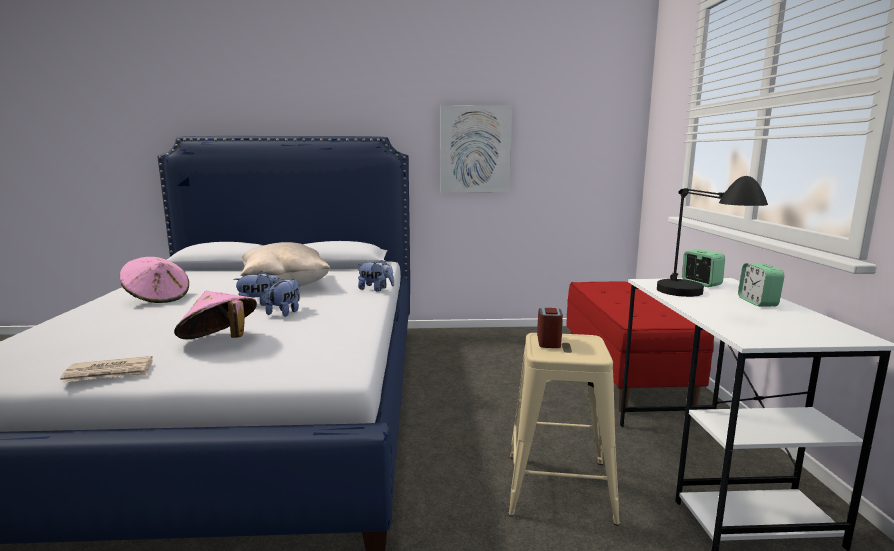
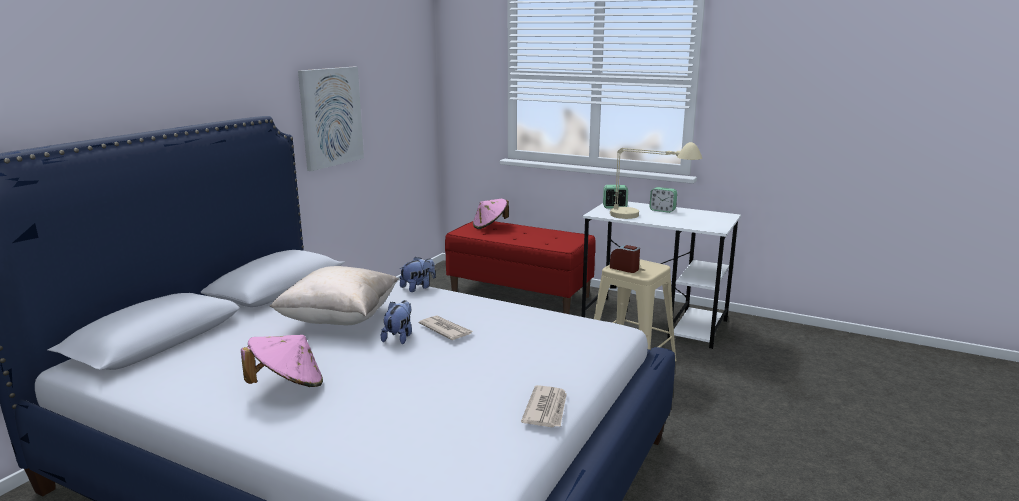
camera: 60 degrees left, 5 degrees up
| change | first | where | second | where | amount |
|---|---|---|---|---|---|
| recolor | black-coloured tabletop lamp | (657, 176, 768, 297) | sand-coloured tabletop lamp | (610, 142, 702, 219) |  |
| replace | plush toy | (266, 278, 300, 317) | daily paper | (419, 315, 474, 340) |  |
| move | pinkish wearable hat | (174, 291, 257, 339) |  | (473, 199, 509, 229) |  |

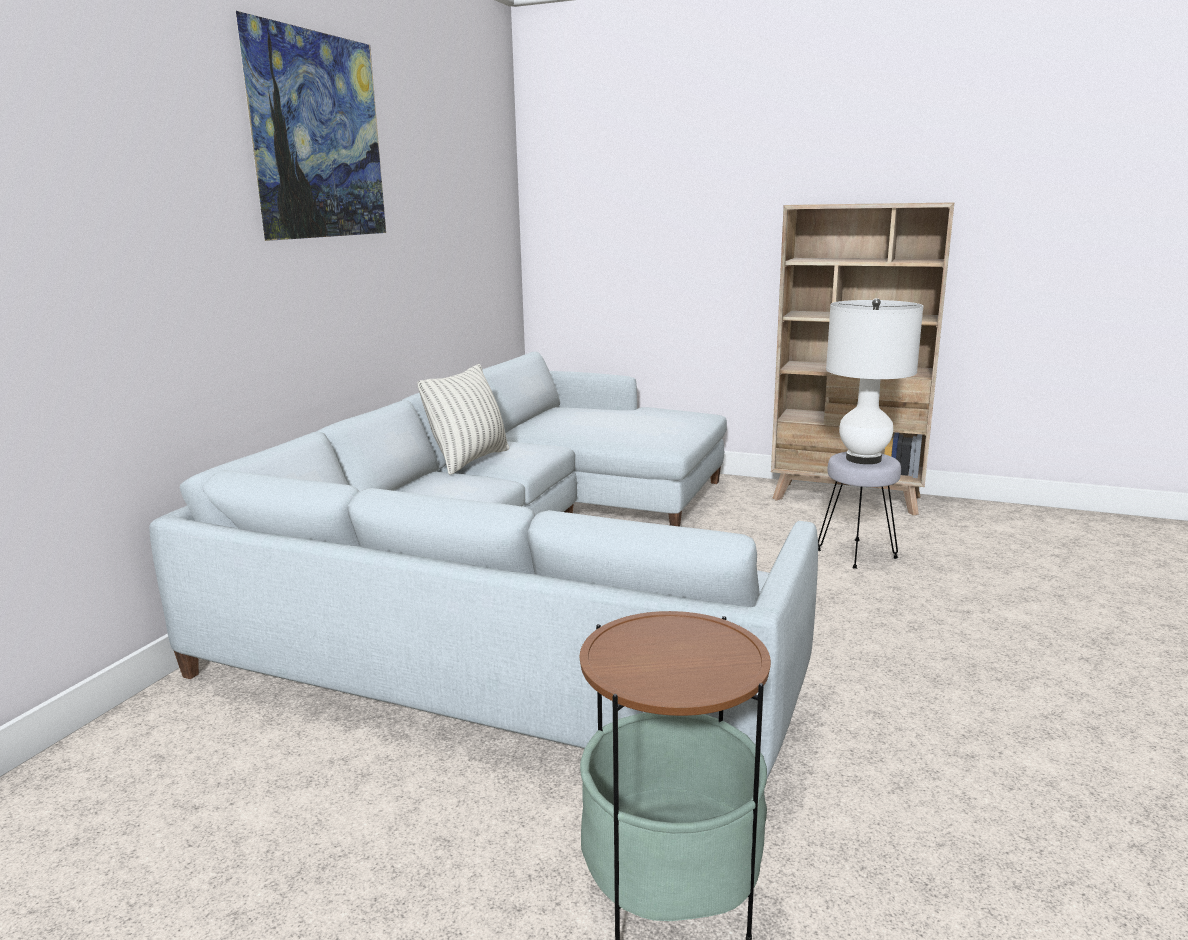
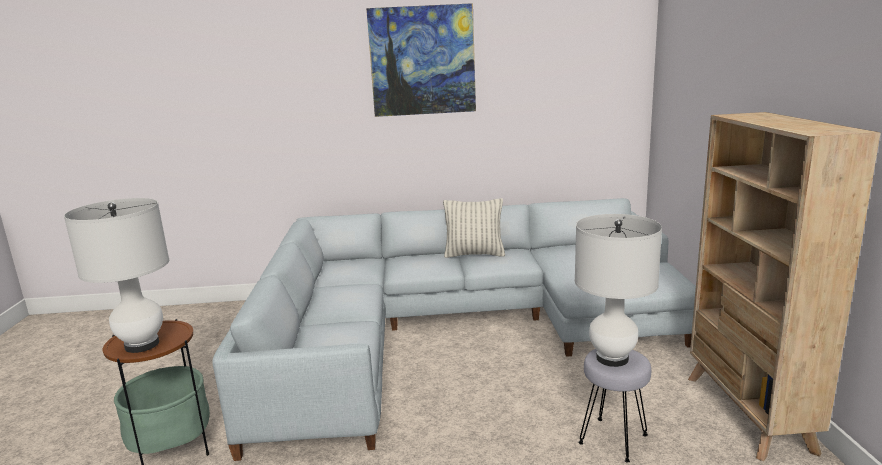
camera: 65 degrees right, 0 degrees up
| change | first | where | second | where | amount |
|---|---|---|---|---|---|
| insert |  |  | white tabletop lamp | (64, 198, 169, 353) |  |

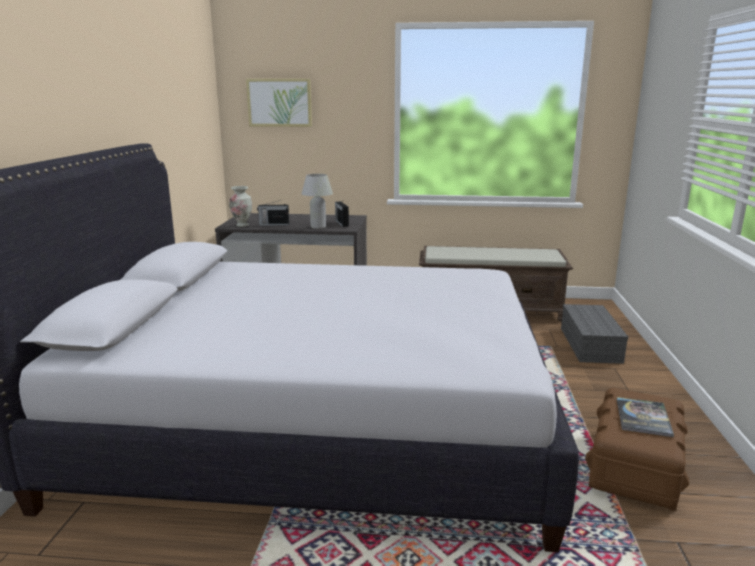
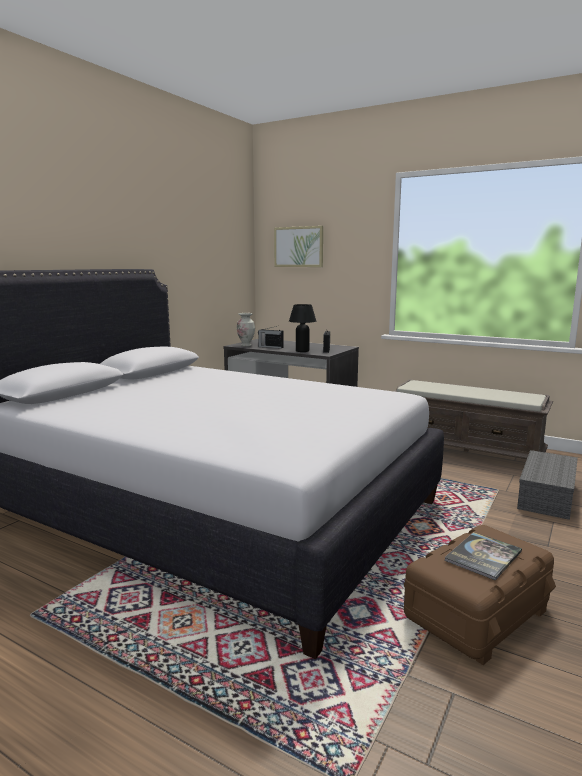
camera: 25 degrees right, 5 degrees down
| change | first | where | second | where | amount |
|---|---|---|---|---|---|
| recolor | white tabletop lamp | (302, 174, 333, 229) | black-coloured tabletop lamp | (289, 304, 316, 352) |  |

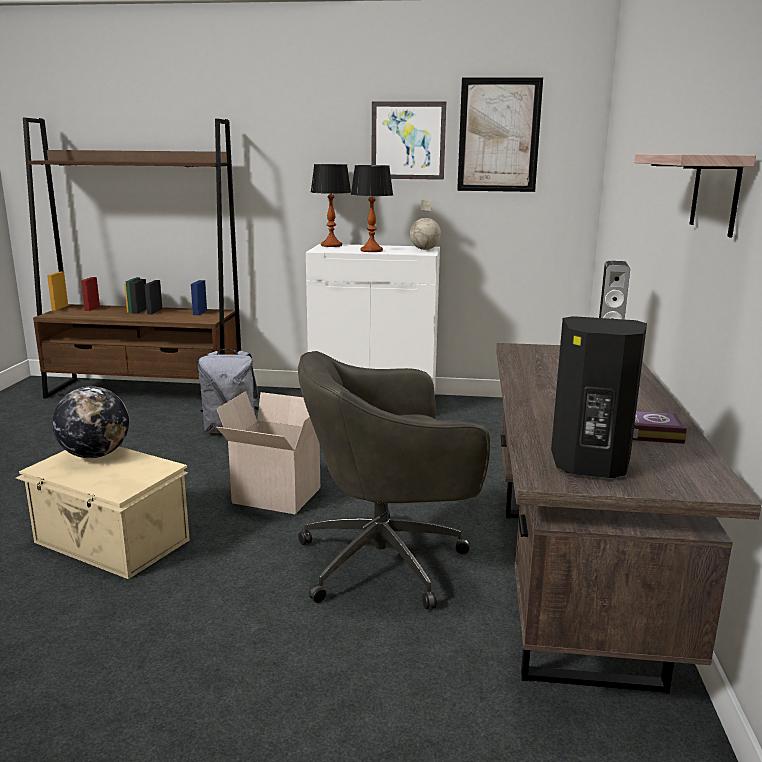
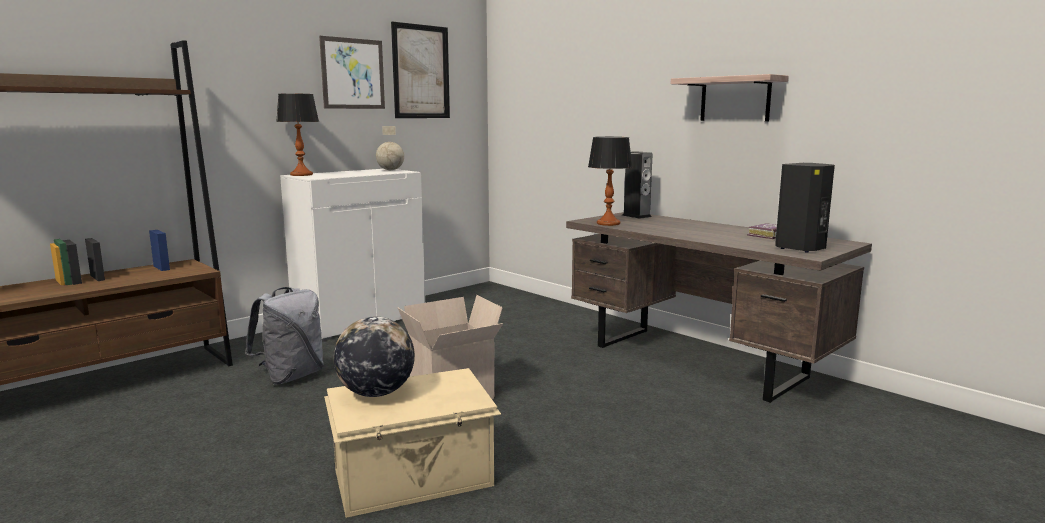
camera: 50 degrees left, 5 degrees down
| change | first | where | second | where | amount |
|---|---|---|---|---|---|
| move | tabletop lamp | (351, 165, 393, 252) |  | (588, 137, 632, 226) |  |
| delete | gray computer chair | (298, 351, 490, 609) |  |  |  |

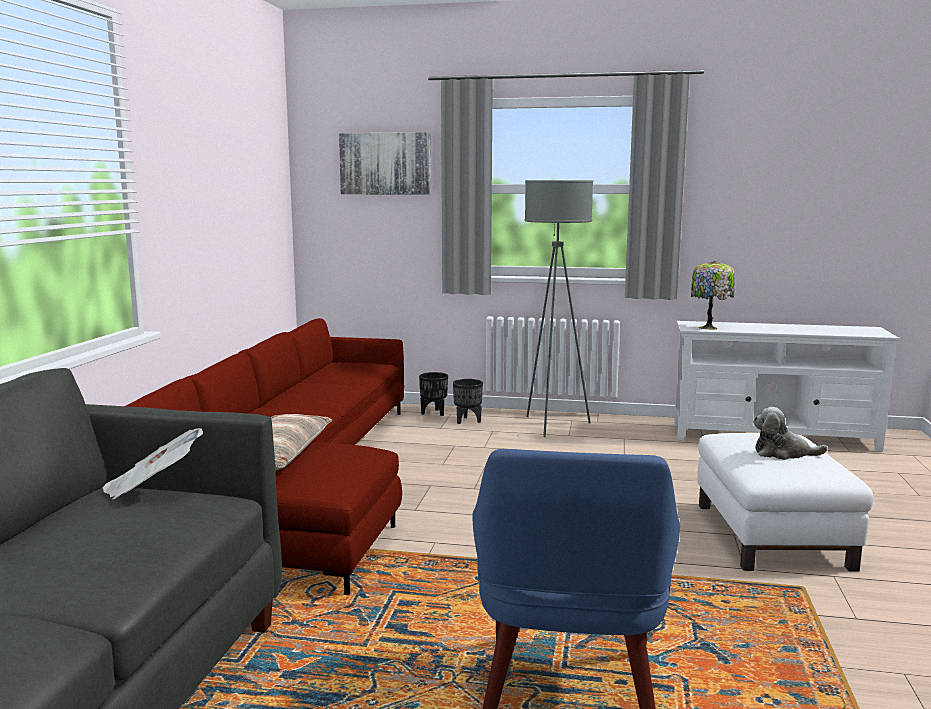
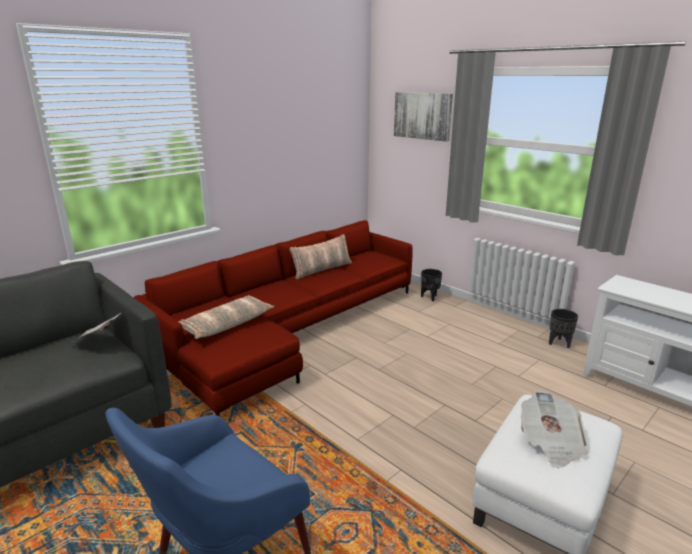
camera: 35 degrees right, 10 degrees up
| change | first | where | second | where | amount |
|---|---|---|---|---|---|
| delete | gray standard lamp | (525, 180, 593, 437) |  |  |  |
| delete | tabletop lamp | (691, 261, 735, 330) |  |  |  |
| move | black-coloured flower pot | (453, 379, 483, 424) |  | (549, 309, 578, 348) |  |
| replace | plush toy | (753, 407, 828, 460) | daily paper | (521, 390, 588, 468) |  |
| insert |  |  | pillow | (290, 234, 352, 279) |  |

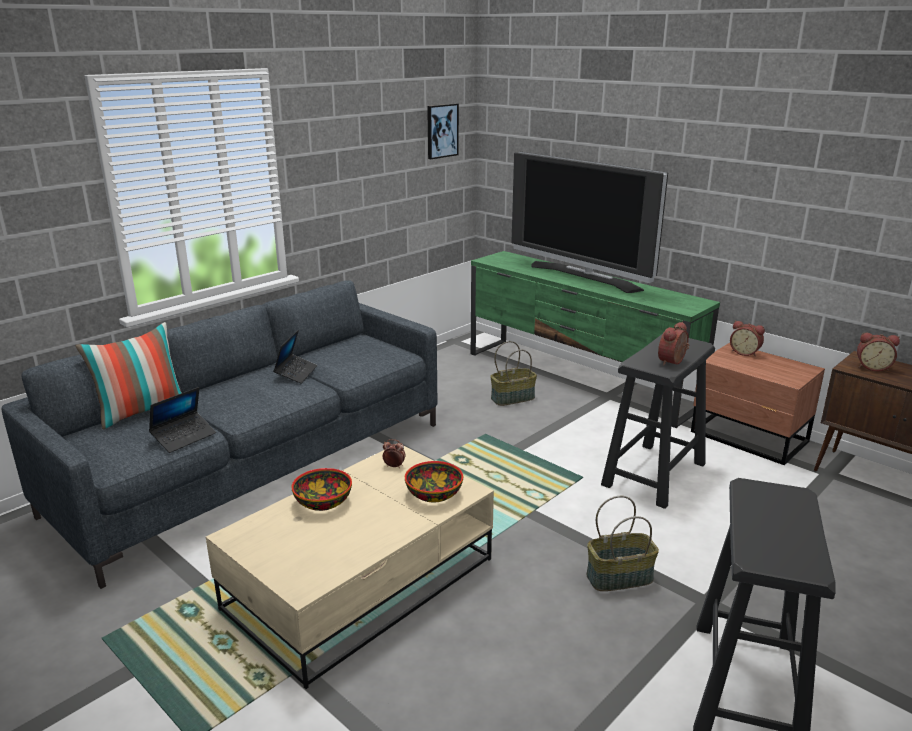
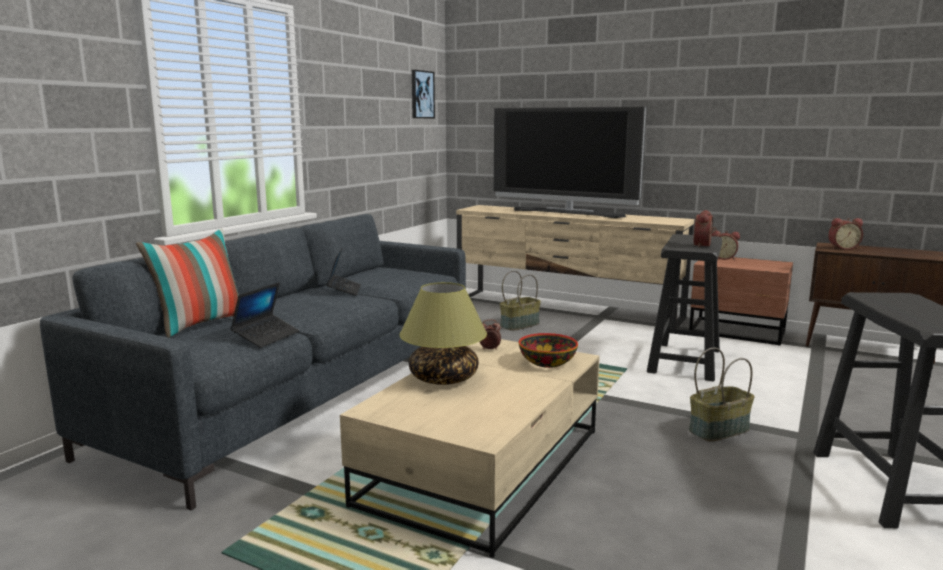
camera: 15 degrees left, 10 degrees down
| change | first | where | second | where | amount |
|---|---|---|---|---|---|
| recolor | green tv stand | (471, 251, 720, 428) | sand-coloured tv stand | (456, 205, 694, 329) |  |
| replace | bowl | (291, 468, 352, 511) | tabletop lamp | (400, 282, 487, 385) |  |

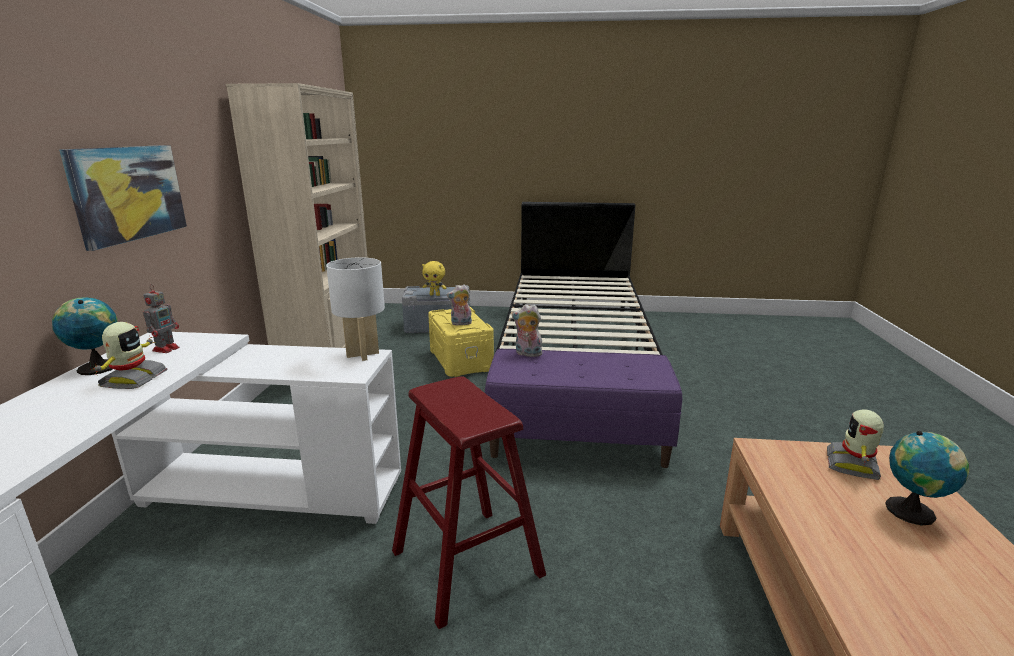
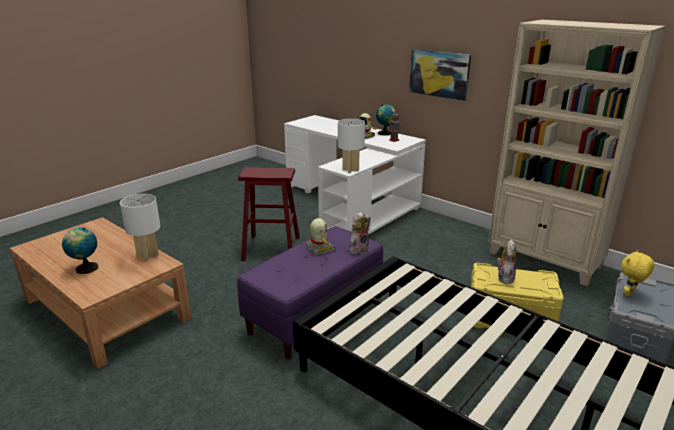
camera: 125 degrees right, 5 degrees up
| change | first | where | second | where | amount |
|---|---|---|---|---|---|
| move | toy robot | (827, 409, 884, 480) |  | (305, 218, 336, 255) |  |
| insert |  |  | white tabletop lamp | (120, 194, 160, 261) |  |

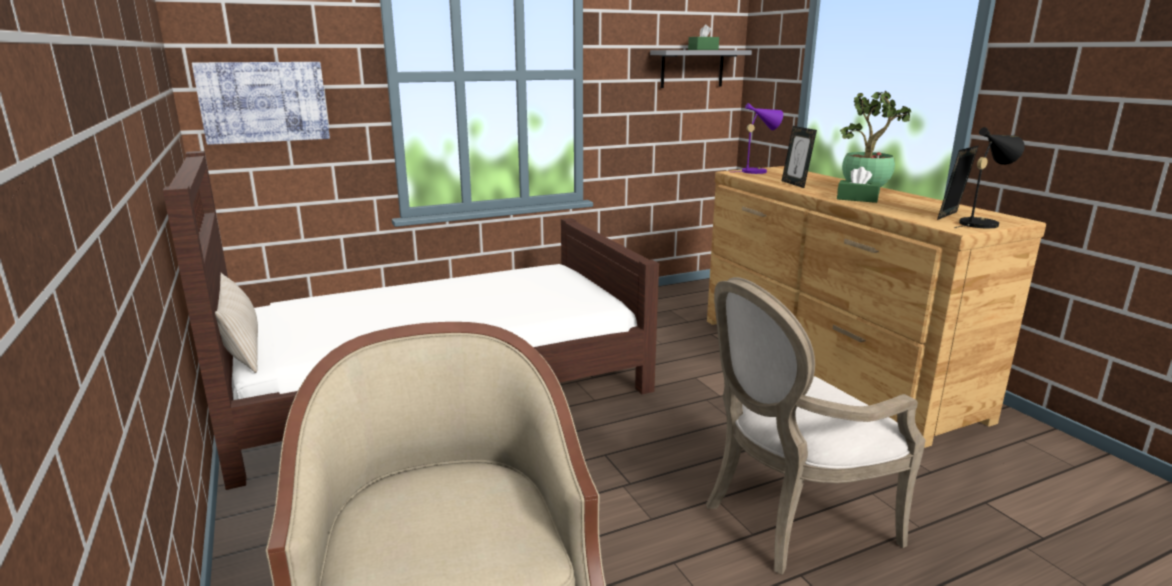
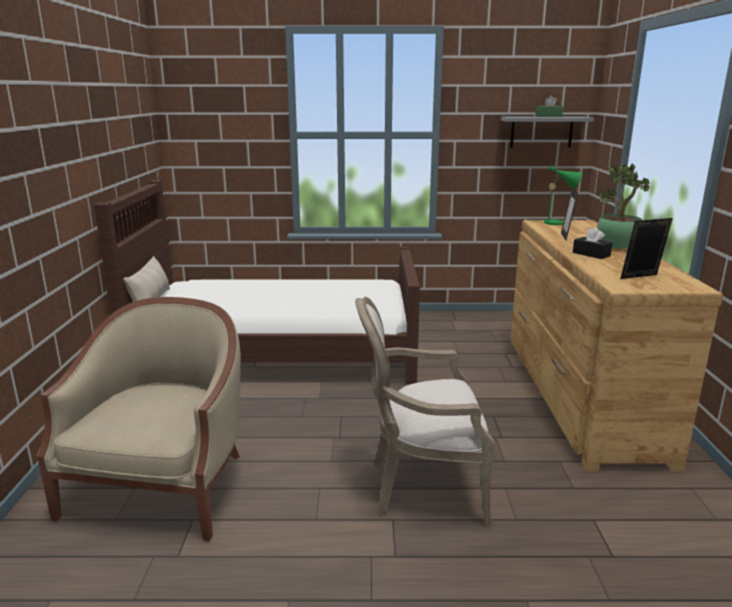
camera: 25 degrees right, 0 degrees up
| change | first | where | second | where | amount |
|---|---|---|---|---|---|
| delete | wall picture | (192, 62, 330, 145) |  |  |  |
| recolor | purple tabletop lamp | (736, 103, 783, 174) | green tabletop lamp | (531, 166, 582, 225) |  |
| delete | black-coloured tabletop lamp | (954, 127, 1025, 229) |  |  |  |
| recolor | green box of tissues | (837, 167, 880, 203) | black-coloured box of tissues | (573, 227, 612, 259) |  |

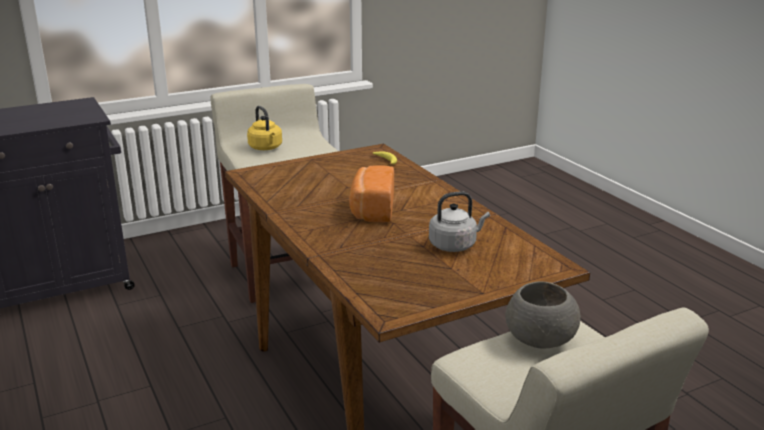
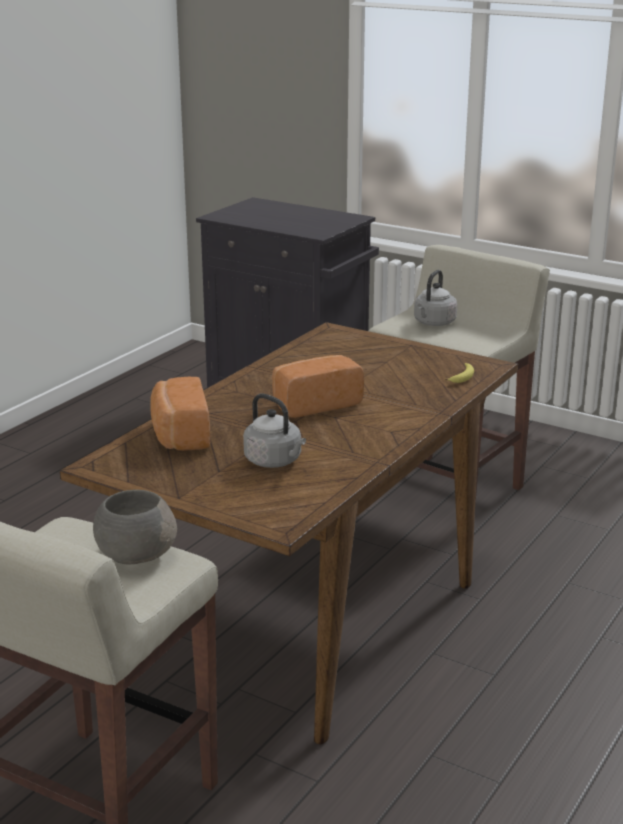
camera: 60 degrees right, 0 degrees up
| change | first | where | second | where | amount |
|---|---|---|---|---|---|
| recolor | yellow-coloured tea kettle | (247, 106, 282, 150) | gray tea kettle | (414, 270, 457, 326) |  |
| insert |  |  | bakery bread | (150, 377, 210, 451) |  |

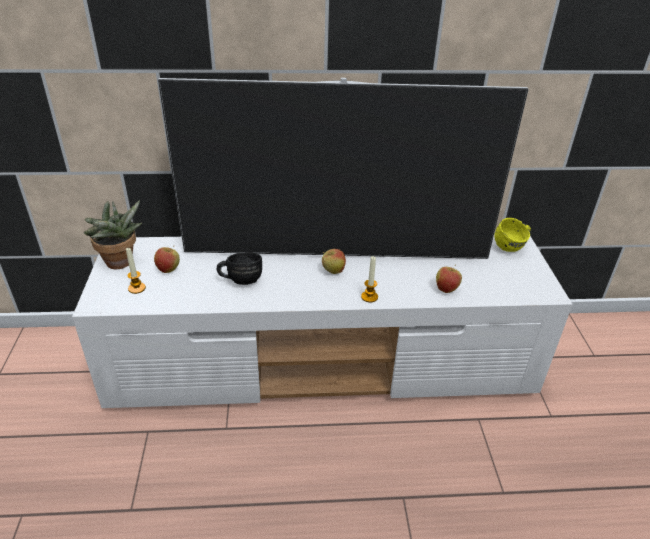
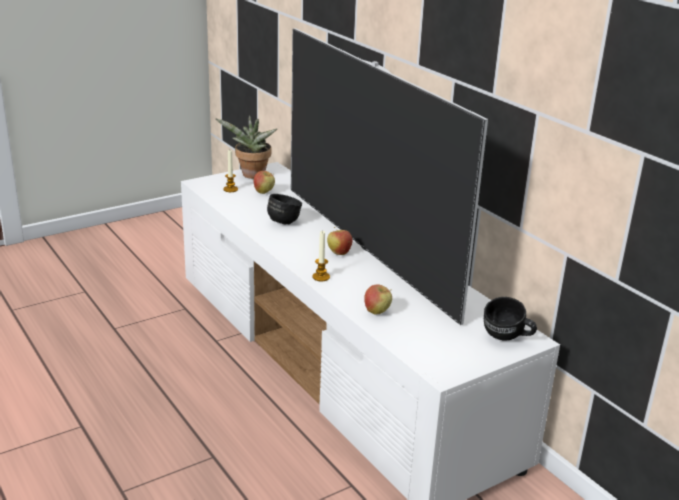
camera: 60 degrees right, 10 degrees down
| change | first | where | second | where | amount |
|---|---|---|---|---|---|
| recolor | yellow-coloured tea mug | (494, 218, 531, 252) | black-coloured tea mug | (484, 297, 537, 340) |  |

